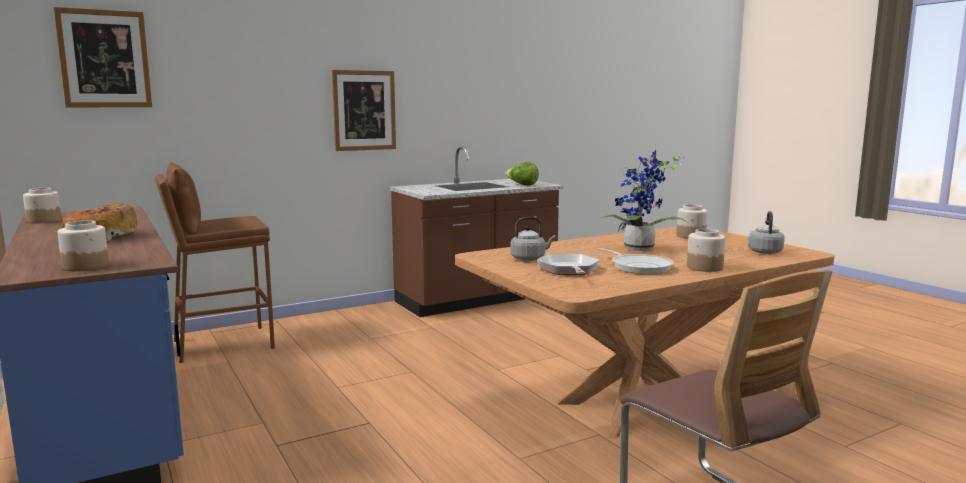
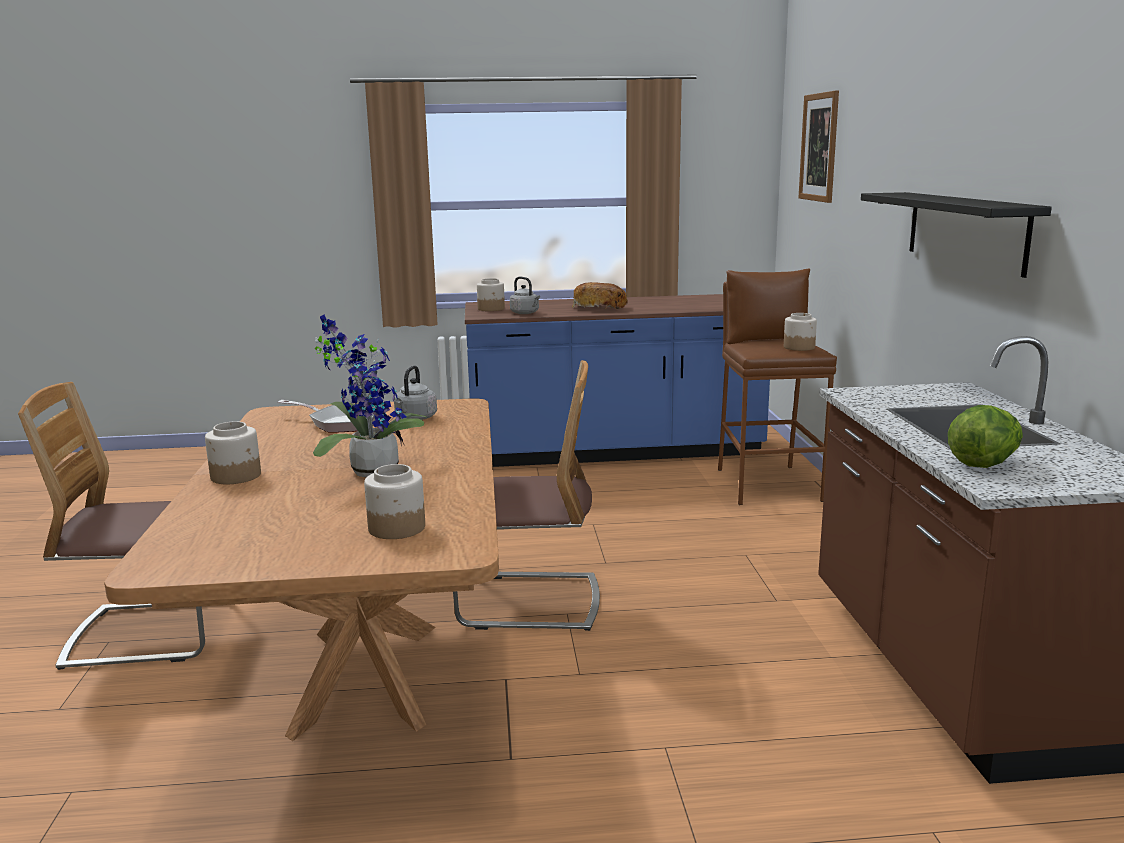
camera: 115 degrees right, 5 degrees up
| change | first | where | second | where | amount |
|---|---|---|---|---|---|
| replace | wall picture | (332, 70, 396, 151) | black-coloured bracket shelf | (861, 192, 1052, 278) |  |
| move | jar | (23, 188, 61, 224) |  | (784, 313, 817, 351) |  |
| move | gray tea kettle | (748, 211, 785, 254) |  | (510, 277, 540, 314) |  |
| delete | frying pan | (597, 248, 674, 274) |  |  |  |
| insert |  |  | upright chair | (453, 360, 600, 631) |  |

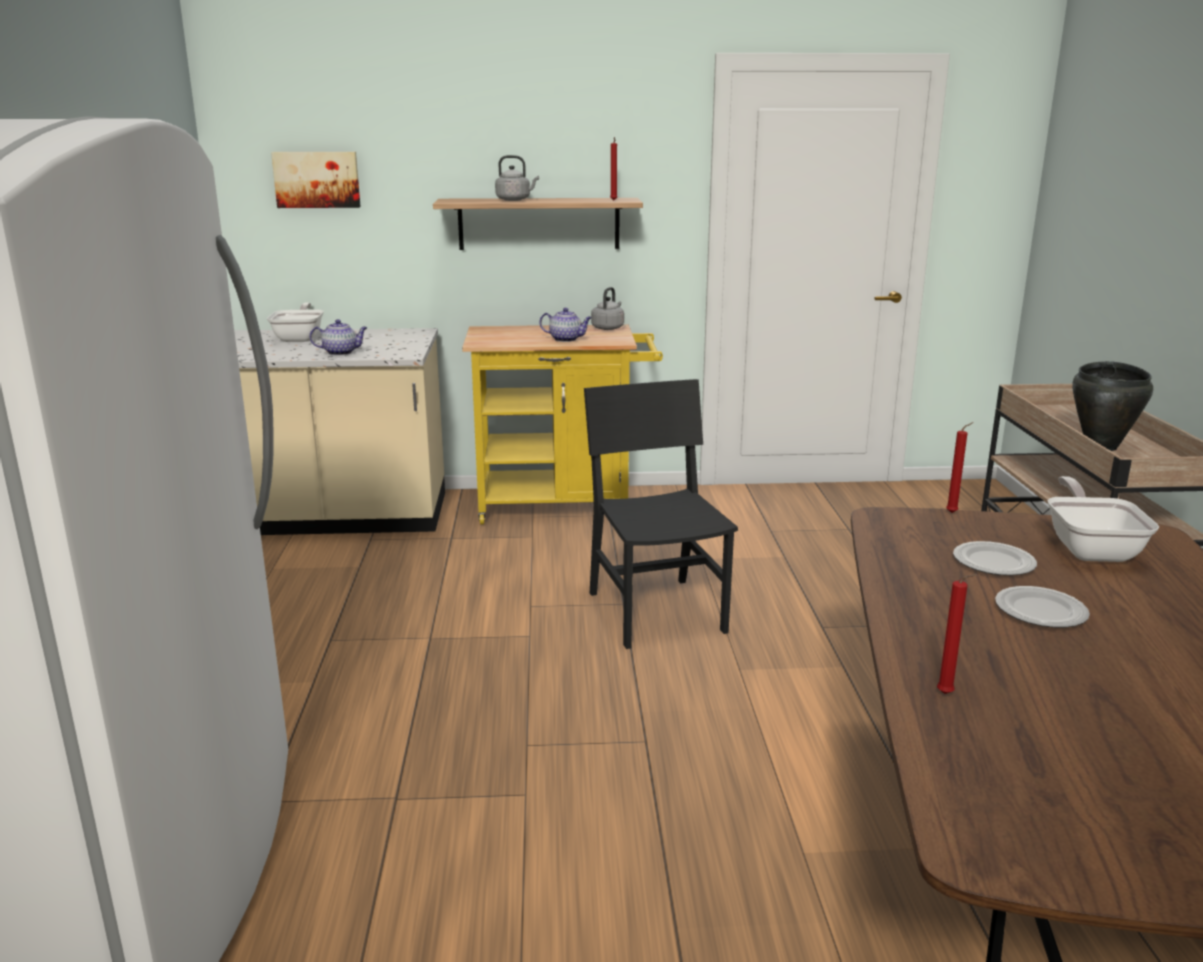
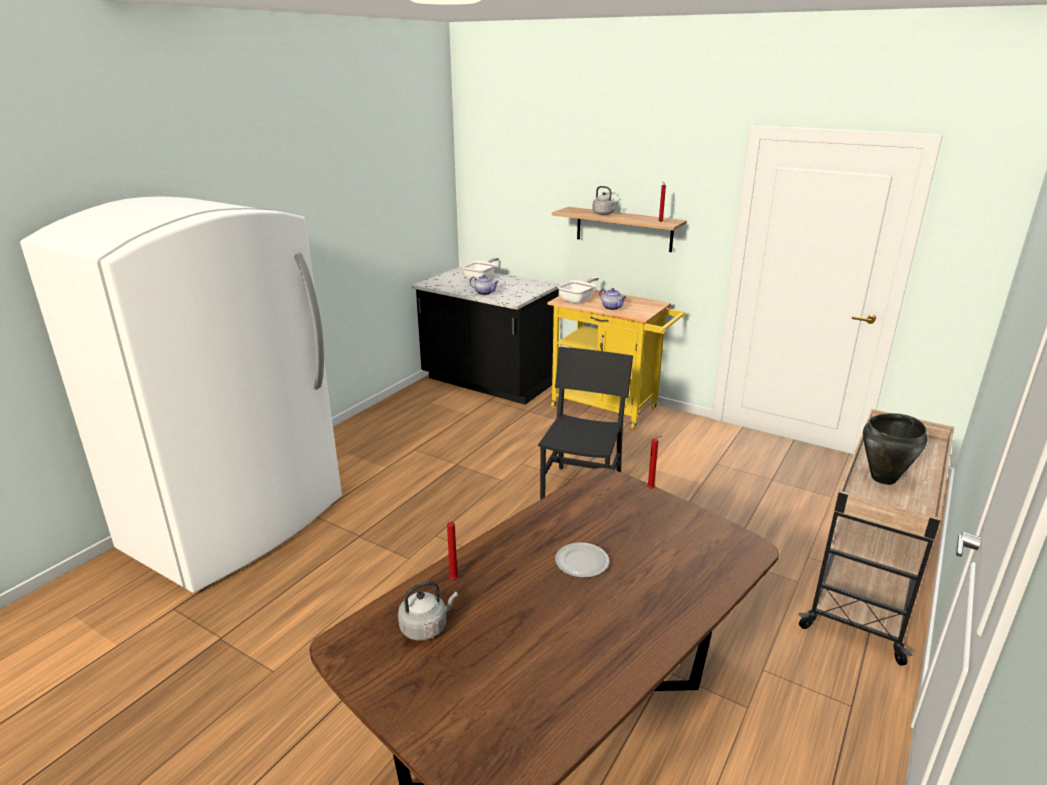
camera: 35 degrees right, 5 degrees up
| change | first | where | second | where | amount |
|---|---|---|---|---|---|
| delete | wall picture | (271, 152, 361, 208) |  |  |  |
| move | gray tea kettle | (591, 287, 624, 330) |  | (398, 581, 458, 641) |  |
| recolor | sand-coloured counter | (234, 328, 445, 535) | black-coloured counter | (412, 267, 560, 405) |  |
| move | frying pan | (1048, 476, 1159, 562) |  | (557, 277, 599, 304) |  |
| delete | plate | (953, 541, 1037, 576) |  |  |  |

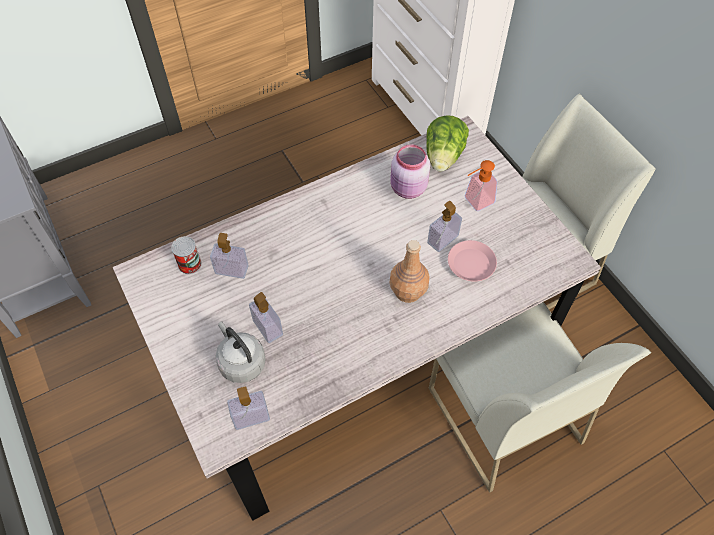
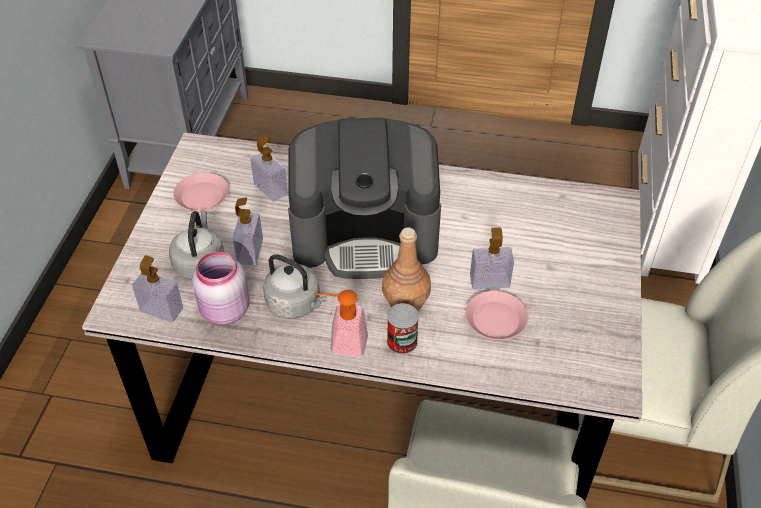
camera: 40 degrees right, 10 degrees down
| change | first | where | second | where | amount |
|---|---|---|---|---|---|
| delete | head of lettuce | (426, 115, 469, 171) |  |  |  |
| move | pinkish jar | (390, 144, 430, 199) |  | (192, 252, 249, 325) |  |
| move | liquid soap bottle | (464, 160, 497, 211) |  | (314, 290, 368, 358) |  |
| move | can | (171, 236, 202, 274) |  | (387, 303, 419, 354) |  |
| insert |  |  | coffee brewer | (288, 118, 441, 279) |  |
| insert |  |  | pinkish plate | (173, 173, 229, 211) |  |
| insert |  |  | gray tea kettle | (263, 254, 327, 319) |  |

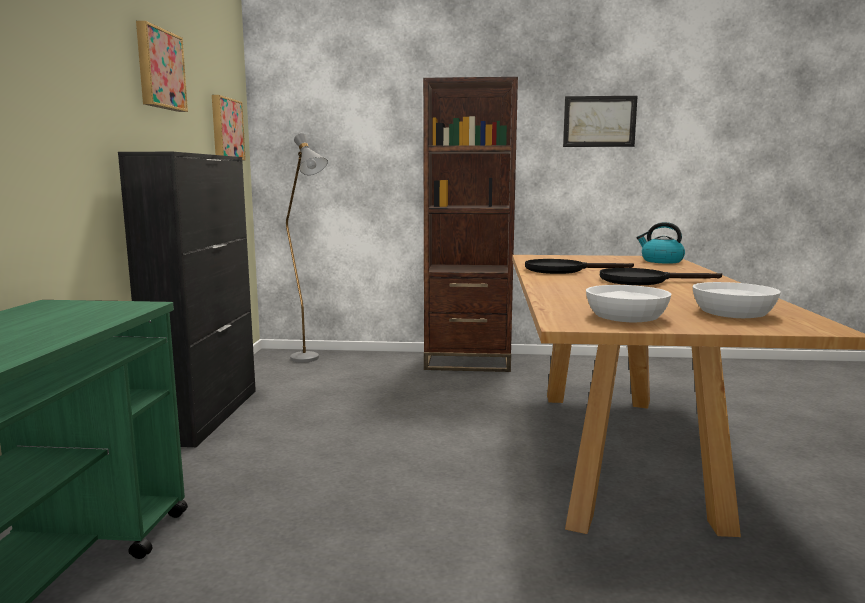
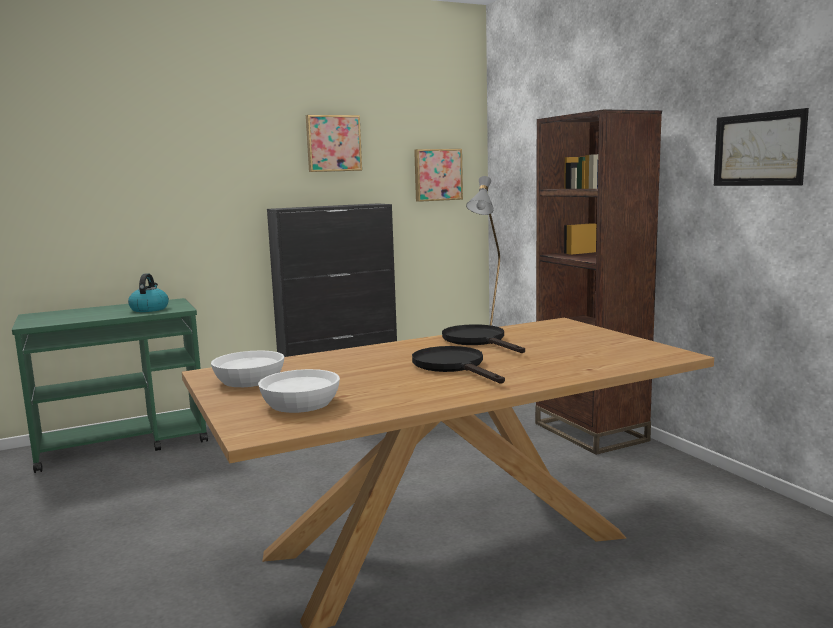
camera: 60 degrees right, 0 degrees up
| change | first | where | second | where | amount |
|---|---|---|---|---|---|
| move | tea kettle | (637, 222, 685, 264) |  | (128, 273, 169, 312) |  |

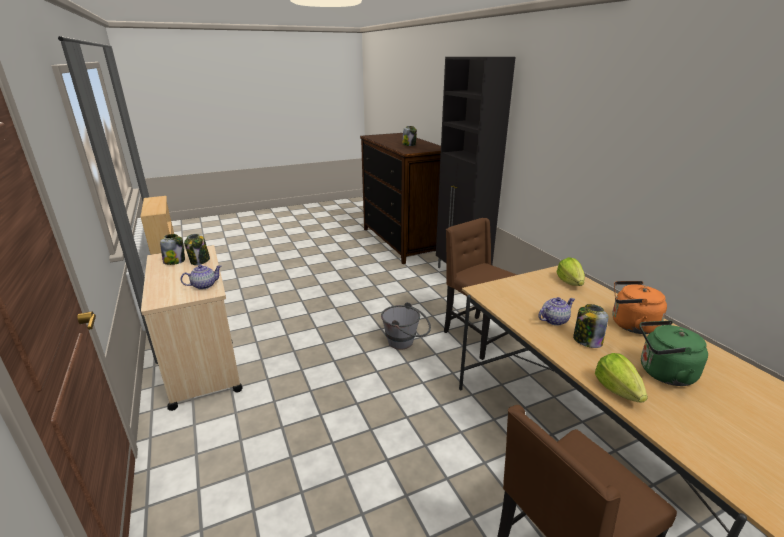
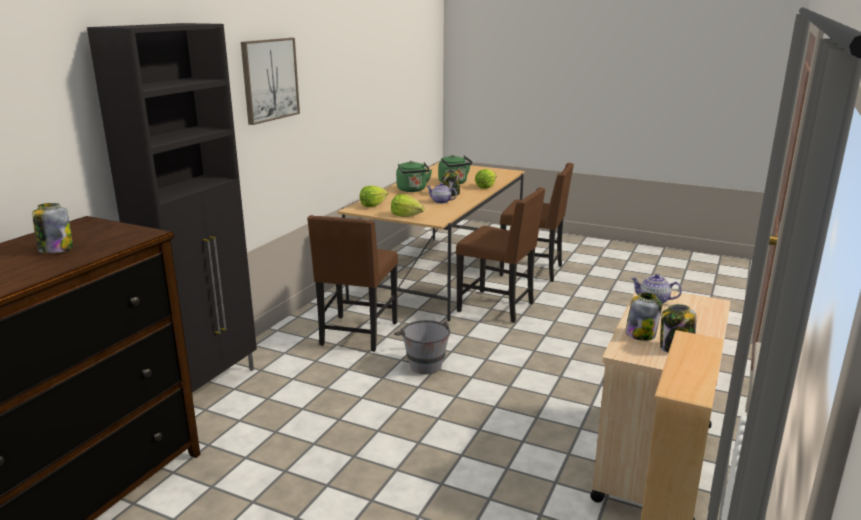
camera: 130 degrees left, 5 degrees down
| change | first | where | second | where | amount |
|---|---|---|---|---|---|
| recolor | orange tea kettle | (612, 281, 667, 334) | green tea kettle | (396, 161, 432, 192) |  |
| insert |  |  | wall picture | (241, 38, 300, 125) |  |
| insert |  |  | brown-coloured upright chair | (456, 187, 546, 323) |  |
| insert |  |  | head of lettuce | (391, 194, 425, 217) |  |

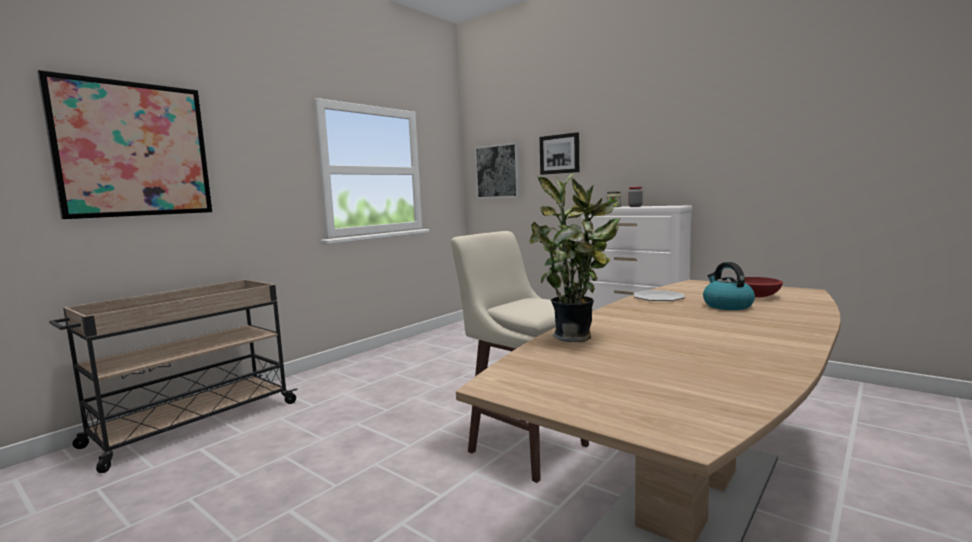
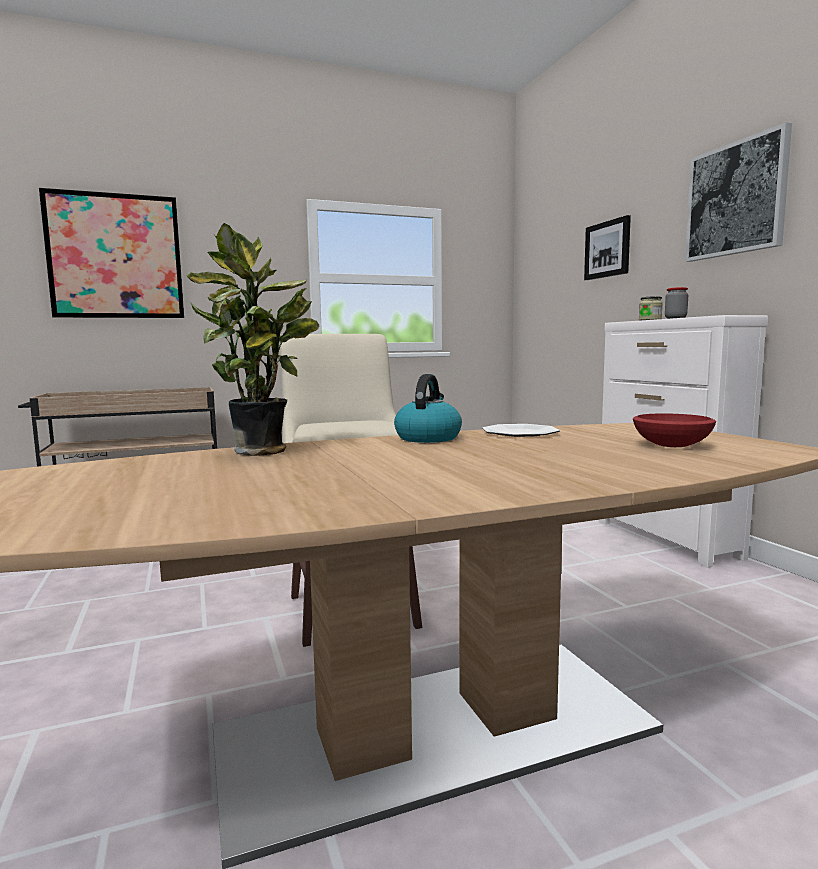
camera: 30 degrees right, 0 degrees up
| change | first | where | second | where | amount |
|---|---|---|---|---|---|
| move | wall picture | (475, 142, 520, 199) |  | (685, 122, 792, 262) |  |
| move | tea kettle | (703, 262, 755, 310) |  | (394, 374, 462, 443) |  |

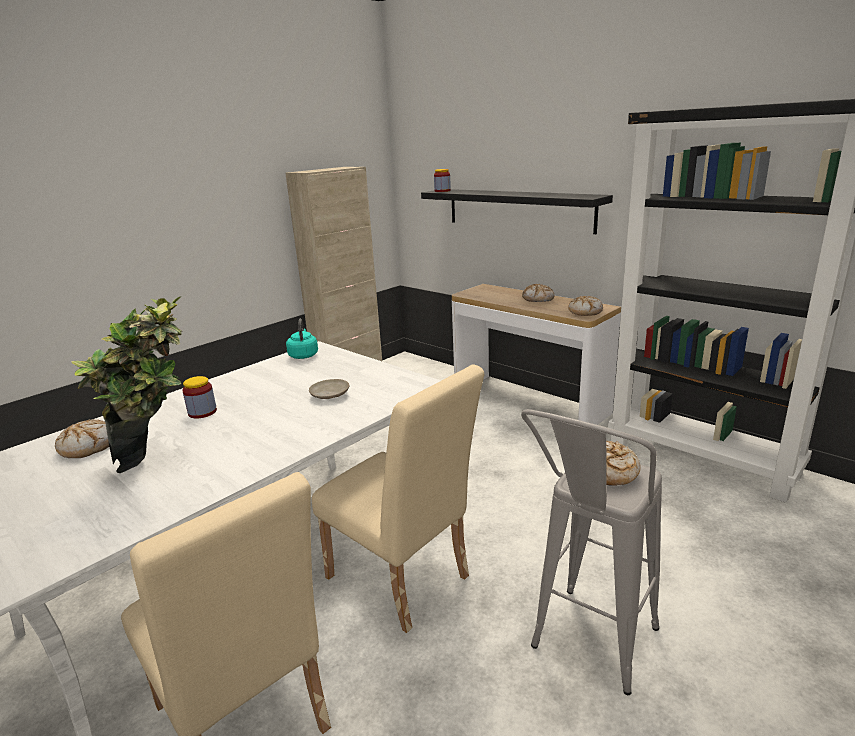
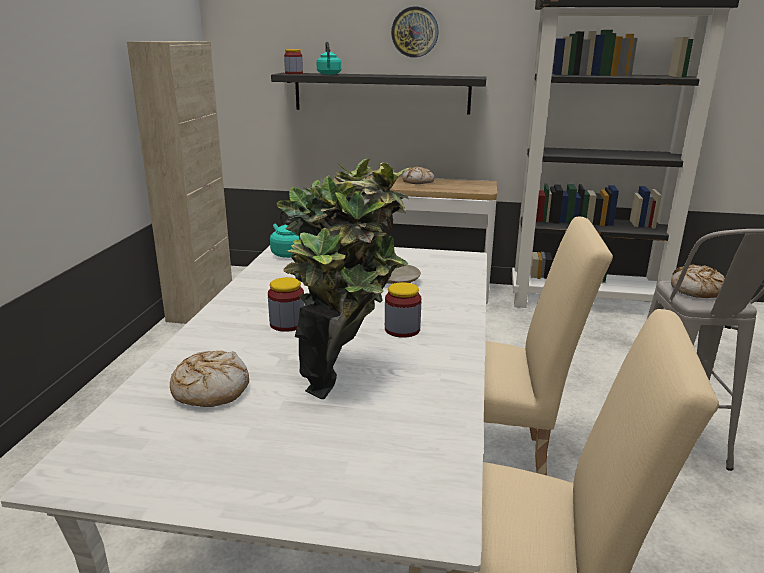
camera: 35 degrees left, 0 degrees up
| change | first | where | second | where | amount |
|---|---|---|---|---|---|
| delete | bakery bread | (568, 296, 603, 316) |  |  |  |
| insert |  |  | clock on the wall | (391, 7, 439, 58) |  |
| insert |  |  | blue-green tea kettle | (317, 41, 341, 75) |  |
| insert |  |  | jar | (385, 282, 421, 338) |  |

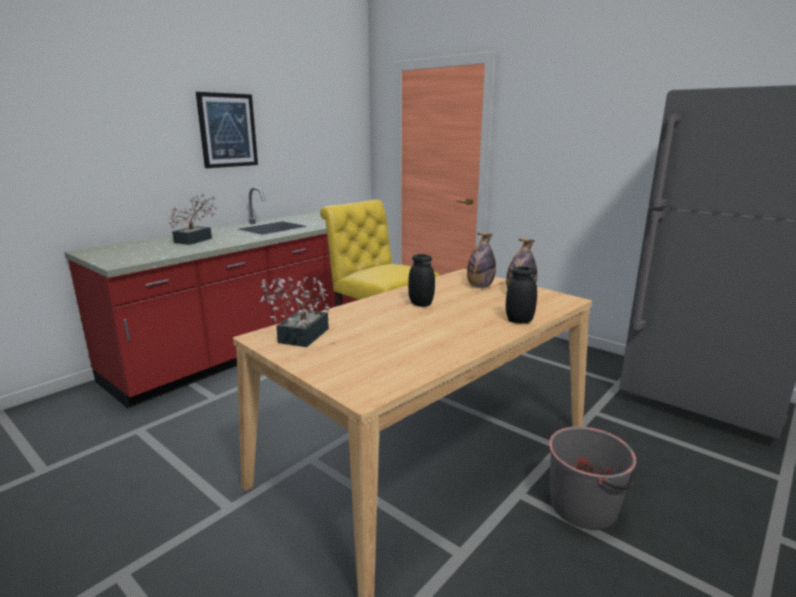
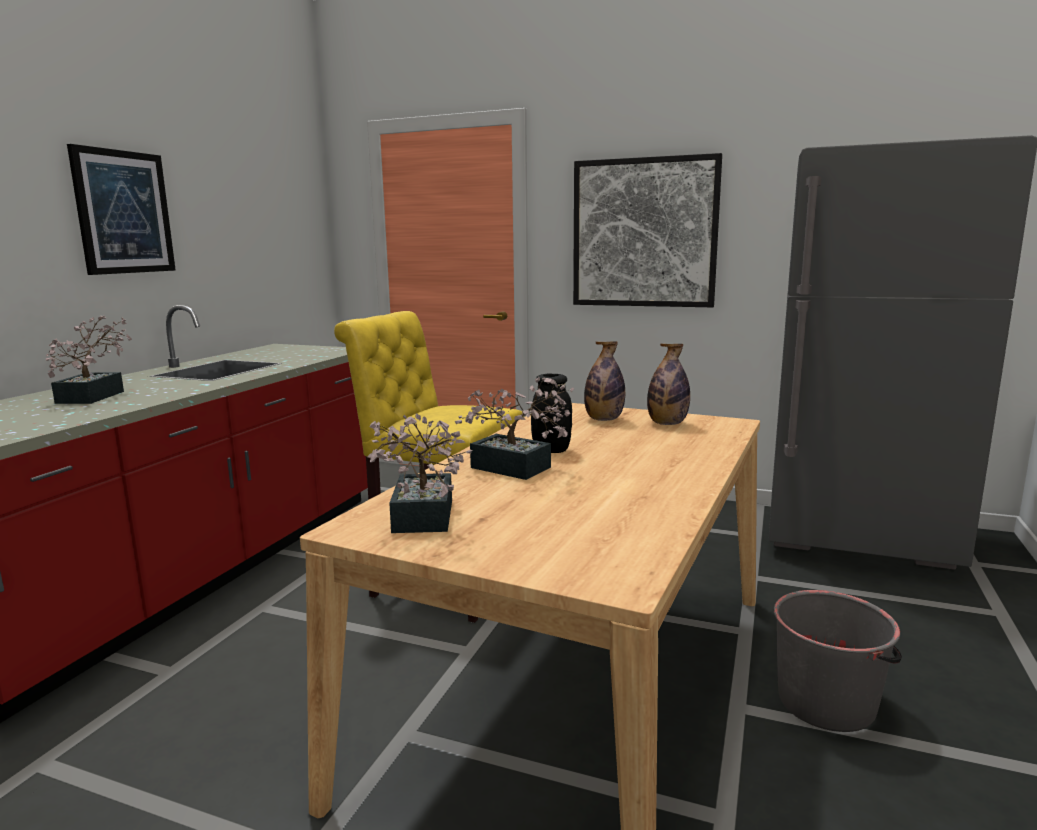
camera: 20 degrees left, 5 degrees down
| change | first | where | second | where | amount |
|---|---|---|---|---|---|
| delete | black-coloured jar | (506, 267, 537, 324) |  |  |  |
| insert |  |  | wall picture | (573, 153, 722, 307) |  |
| insert |  |  | plant in a pot | (455, 377, 574, 480) |  |

